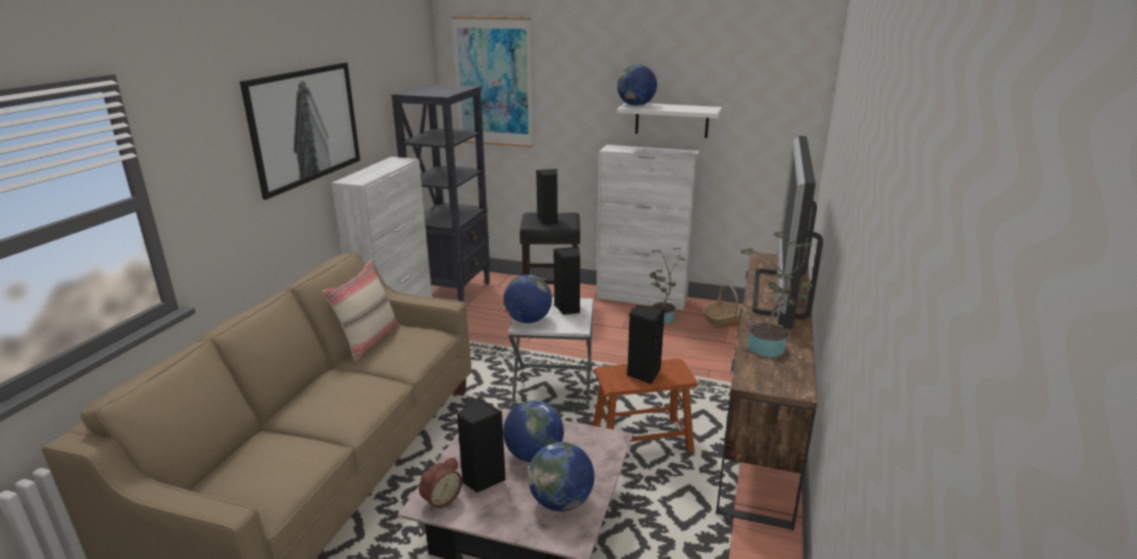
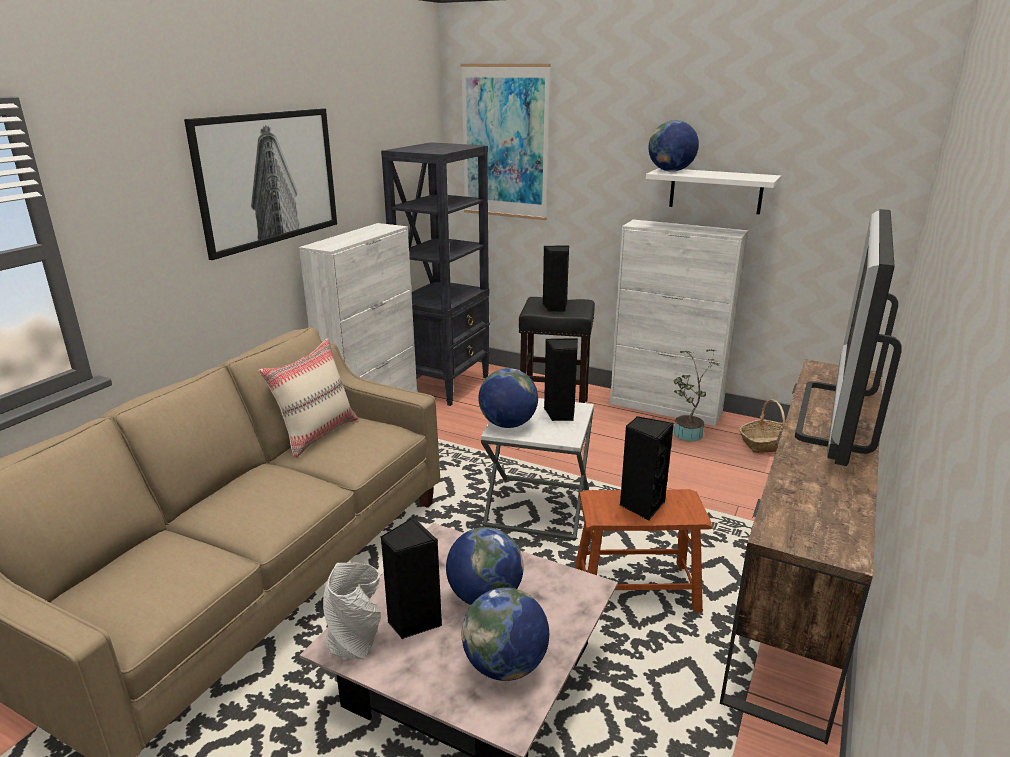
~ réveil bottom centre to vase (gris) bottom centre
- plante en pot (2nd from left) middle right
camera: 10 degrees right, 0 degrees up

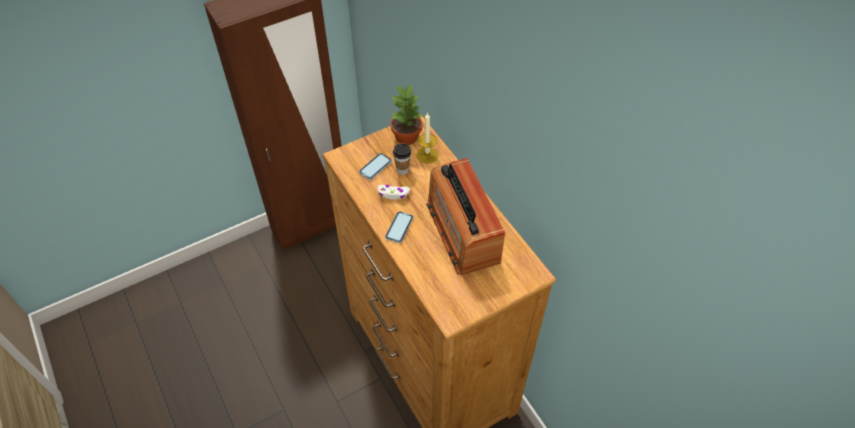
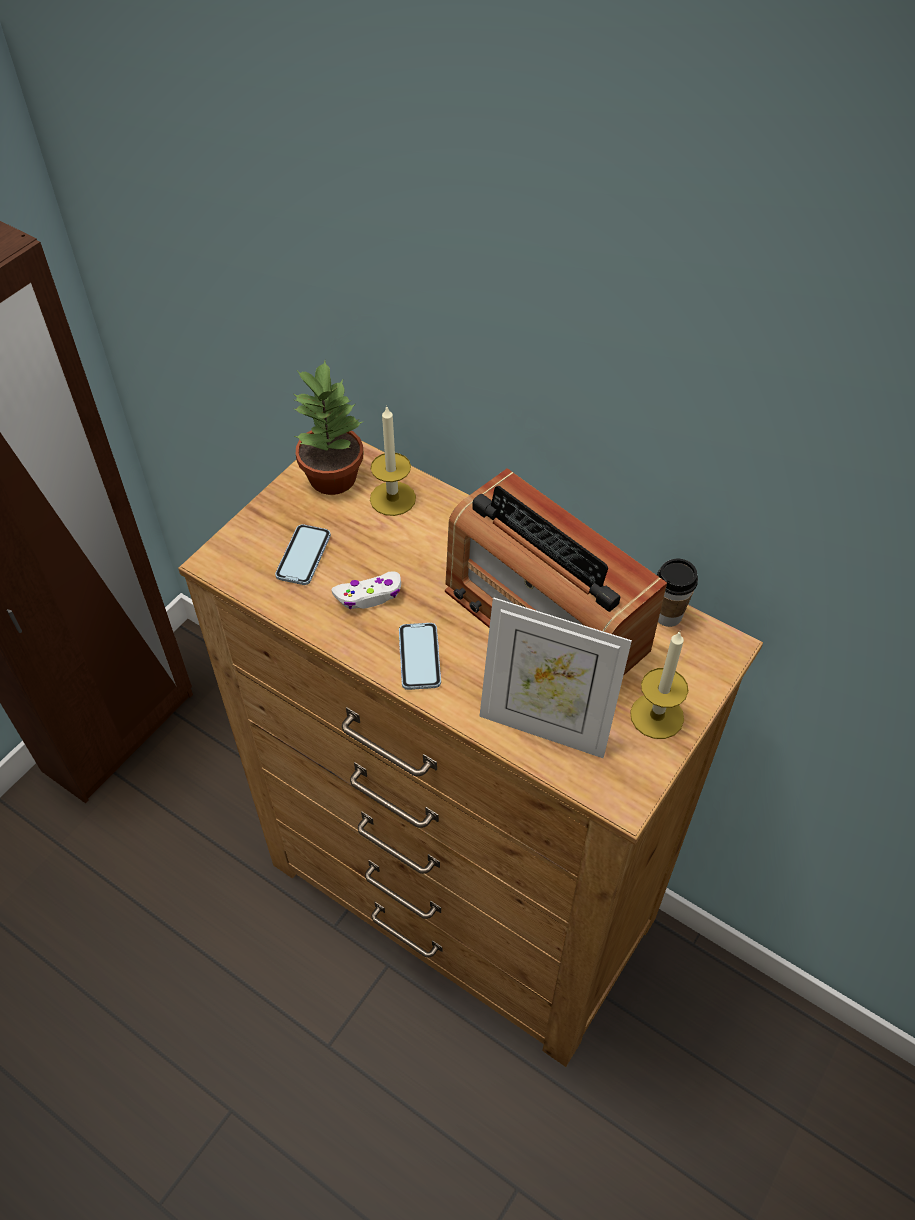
+ cadre photo centre
+ bougie (2nd from left) middle right
~ tasse centre to middle right
camera: 25 degrees left, 0 degrees up

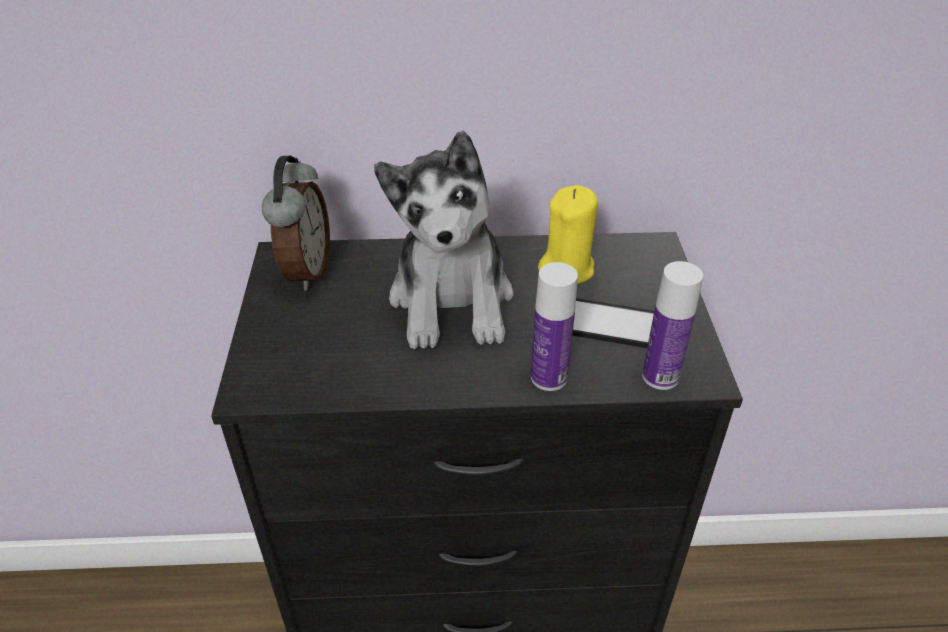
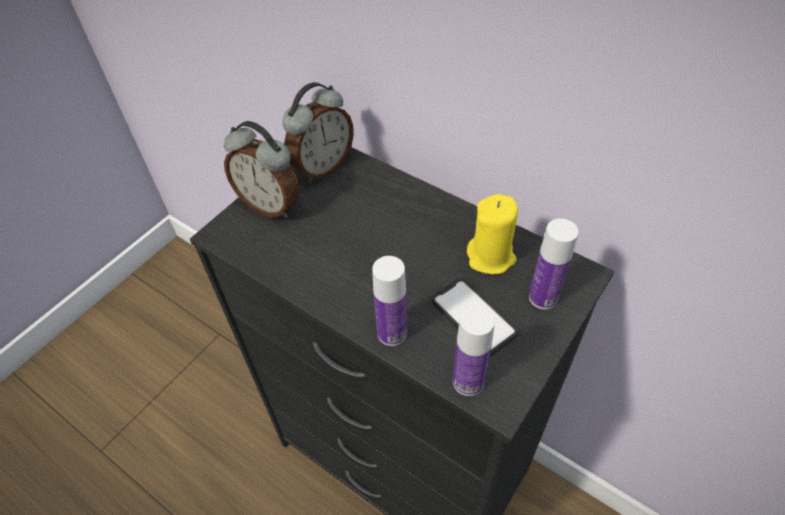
+ réveil (1st from left) top centre
+ bouteille (3rd from left) middle right
- peluche centre
camera: 40 degrees right, 10 degrees up

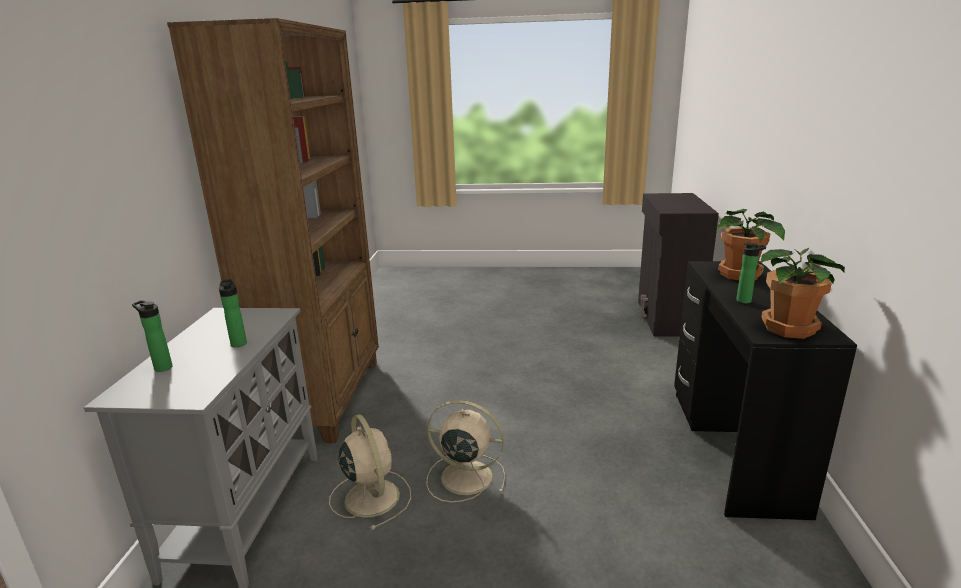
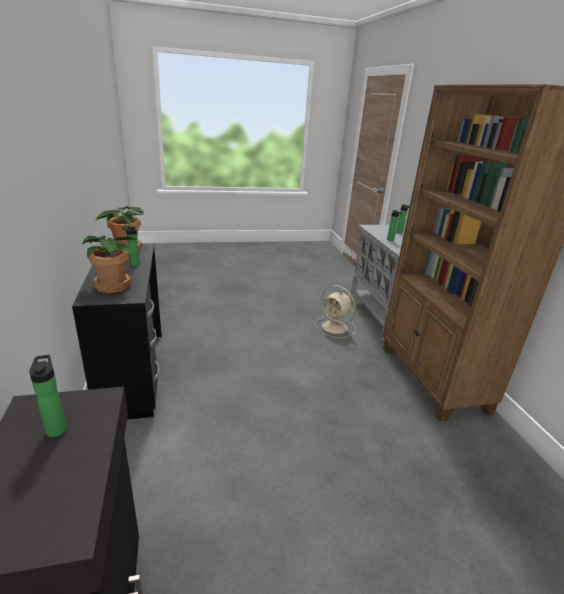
+ bouteille (1st from left) bottom left
- ventilateur (beige) (2nd from left) bottom centre
camera: 160 degrees right, 5 degrees up

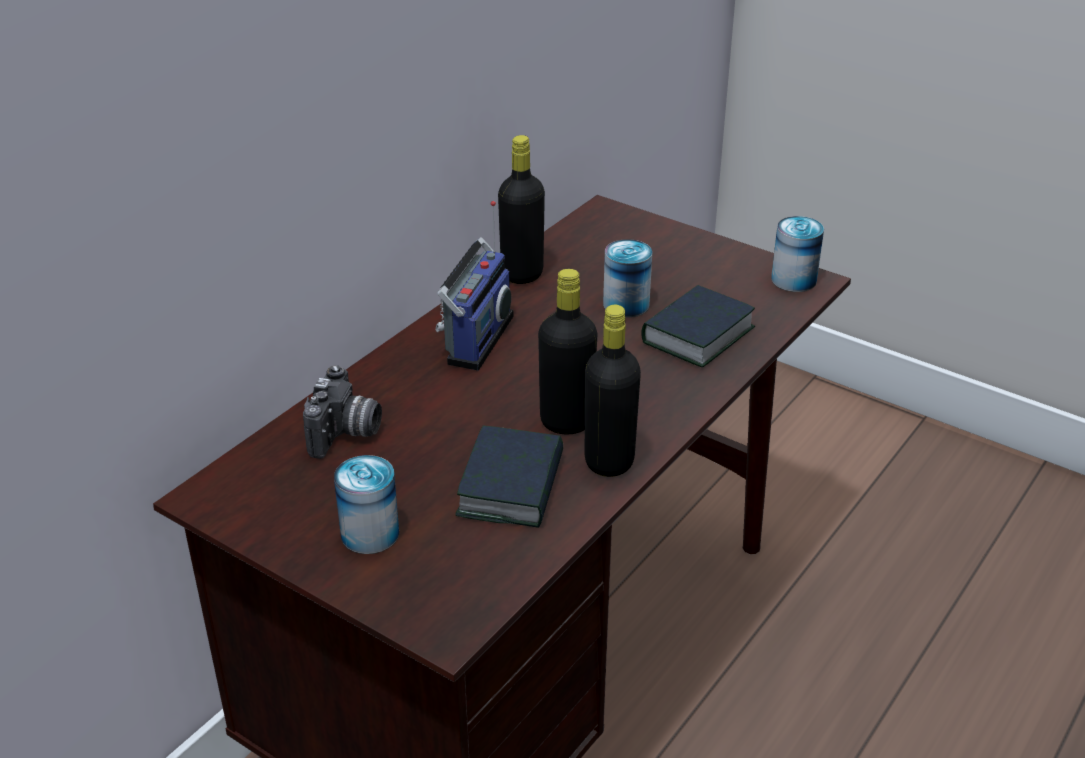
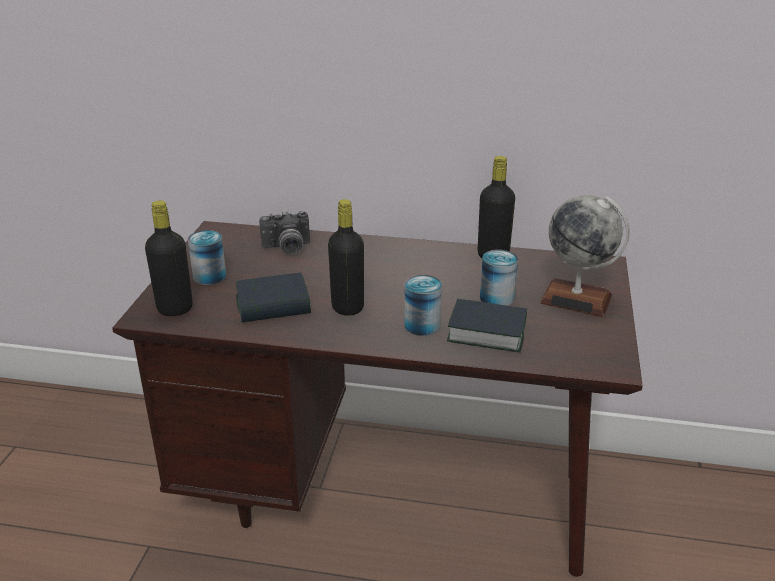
~ bouteille (noir) (3rd from left in the first image) centre to bouteille (noir) (1st from left) middle left
~ boîte métallique (3rd from left in the first image) middle right to boîte métallique (2nd from left) centre
+ globe middle right
- radio centre
camera: 65 degrees right, 5 degrees down

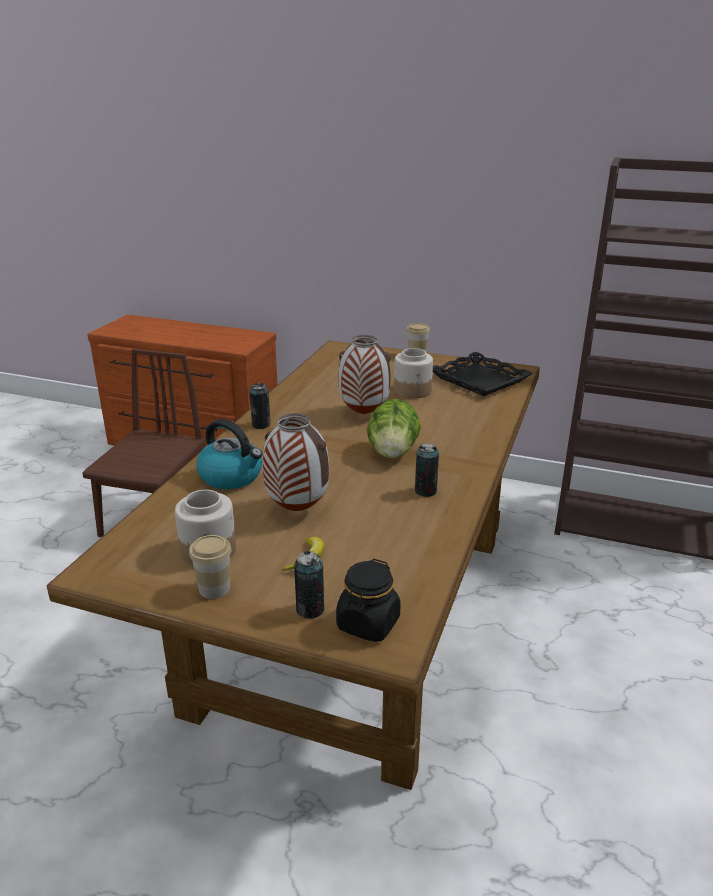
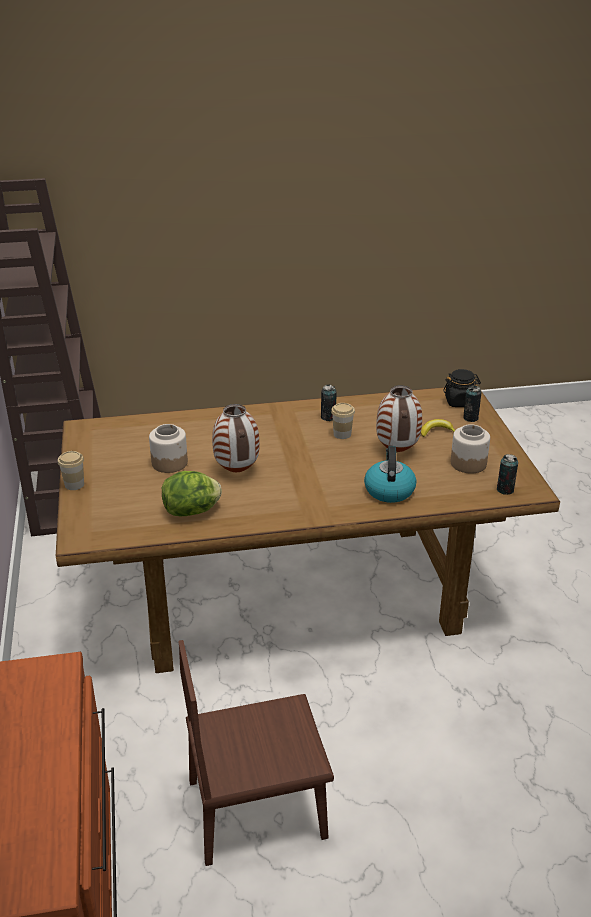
~ laitue centre to middle left
~ tasse (1st from left in the first image) middle left to tasse (2nd from left) centre
~ boîte métallique (1st from left in the first image) centre to boîte métallique (3rd from left) middle right
- plateau (noir) middle right
camera: 120 degrees left, 5 degrees up

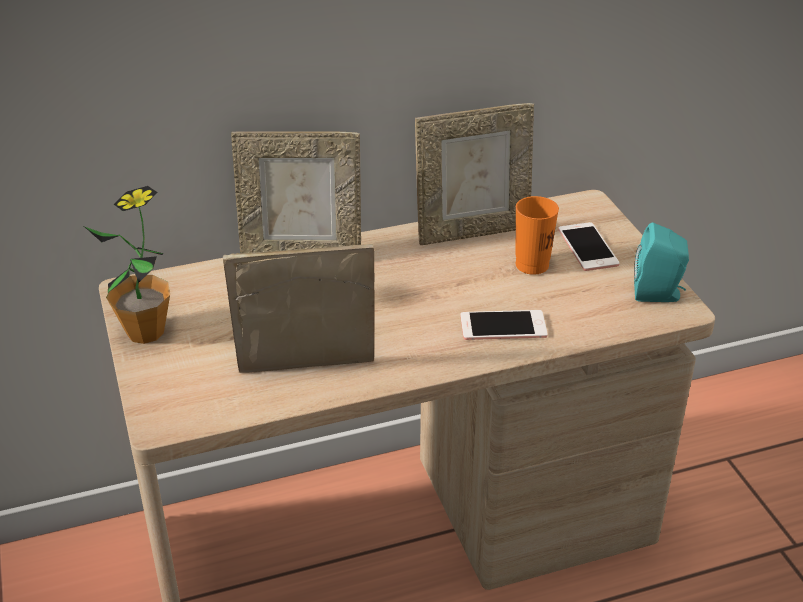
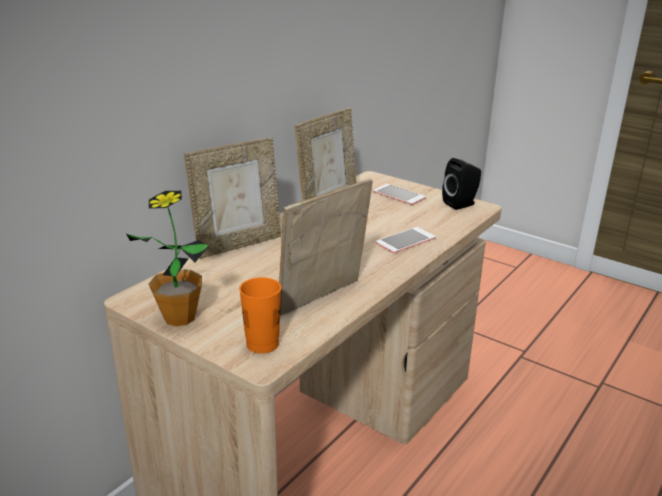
~ tasse (orange) middle right to centre
~ enceinte (turquoise) middle right to enceinte (noir) middle right
camera: 35 degrees left, 10 degrees down

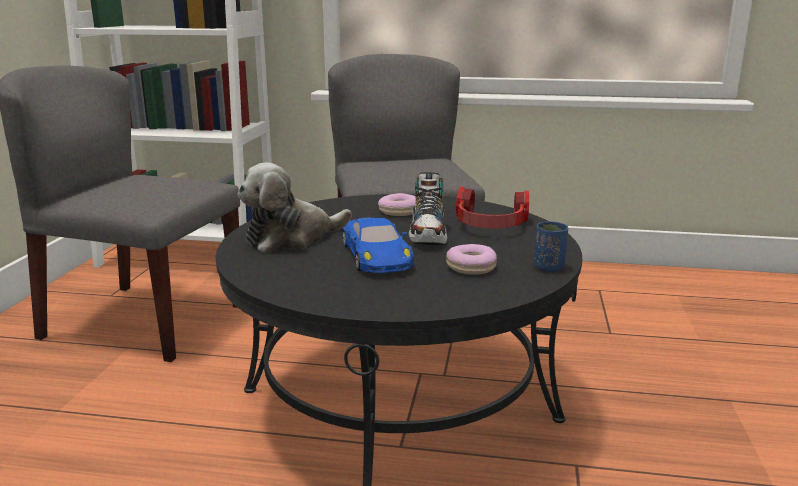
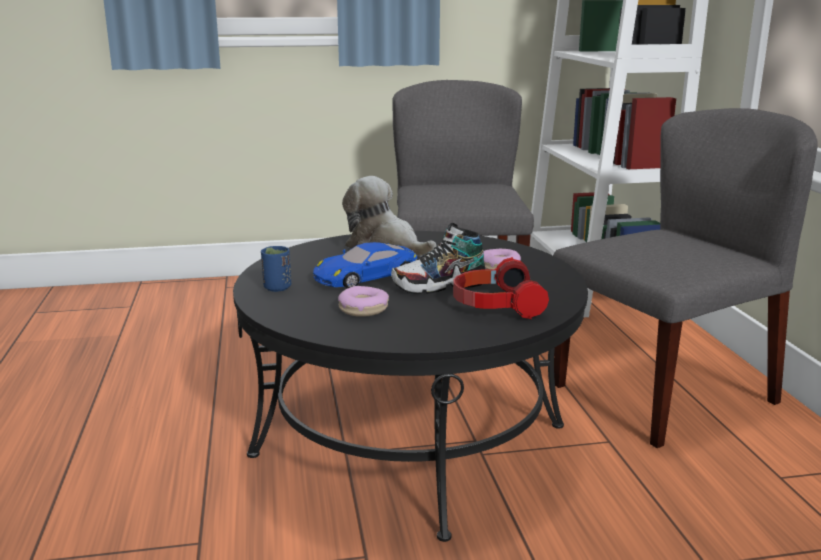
~ tasse (bleu) middle right to centre
camera: 70 degrees right, 0 degrees up

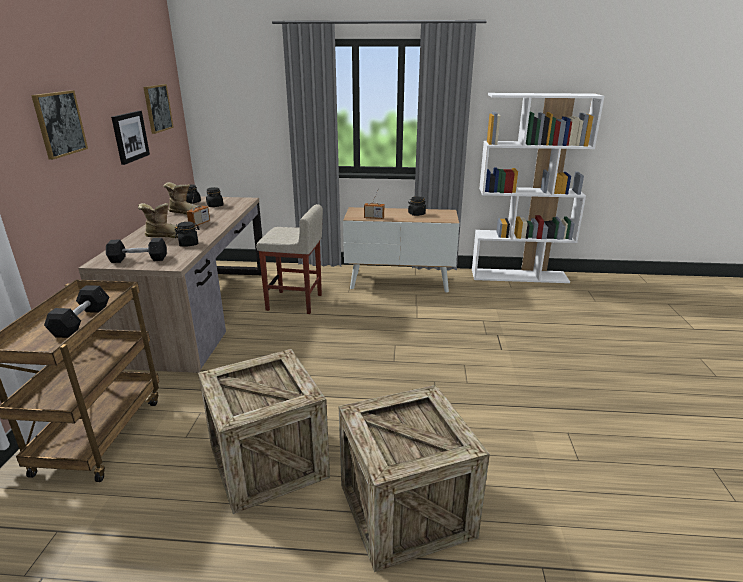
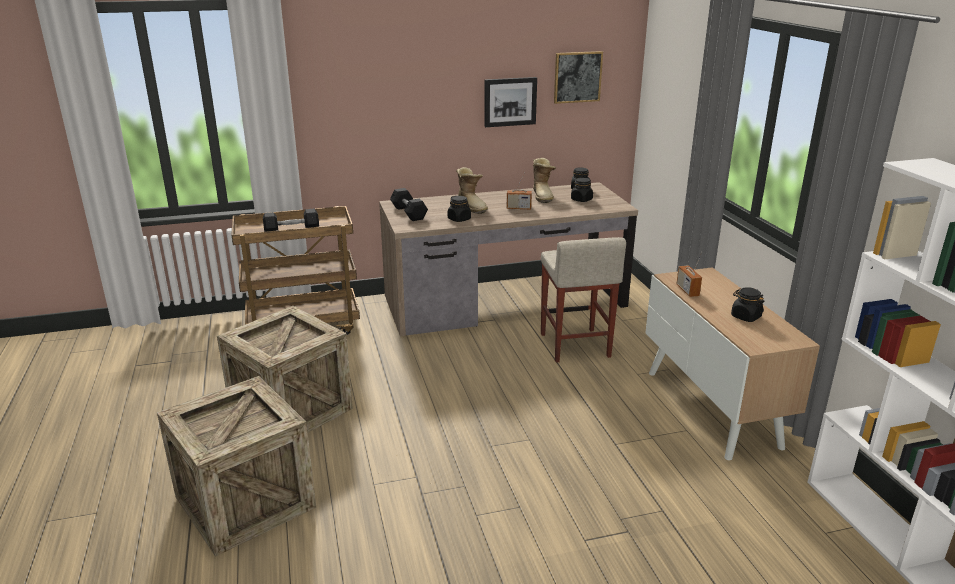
- tableau (1st from left) top left
camera: 70 degrees right, 0 degrees up

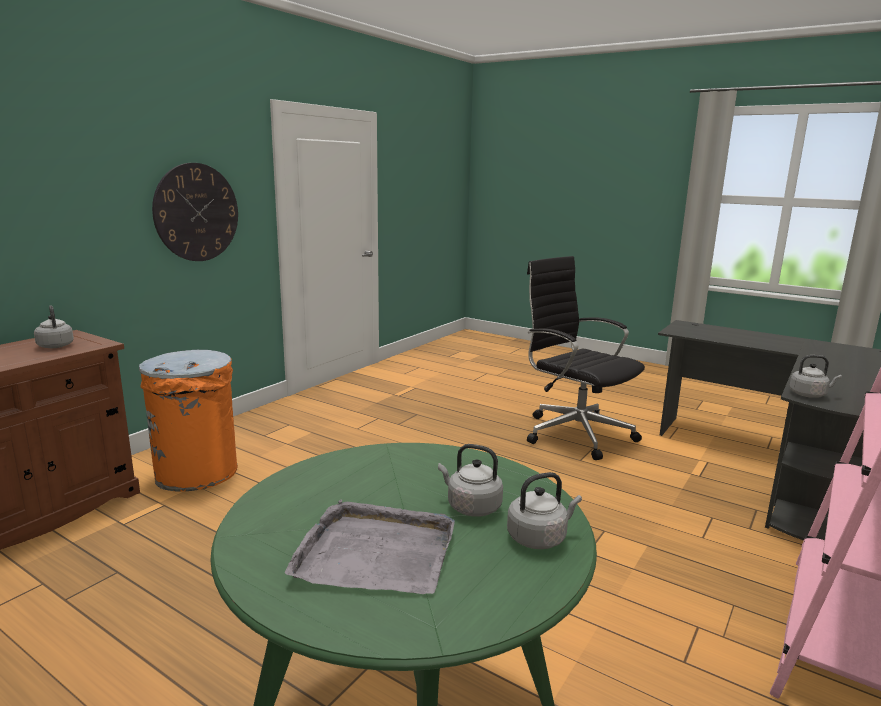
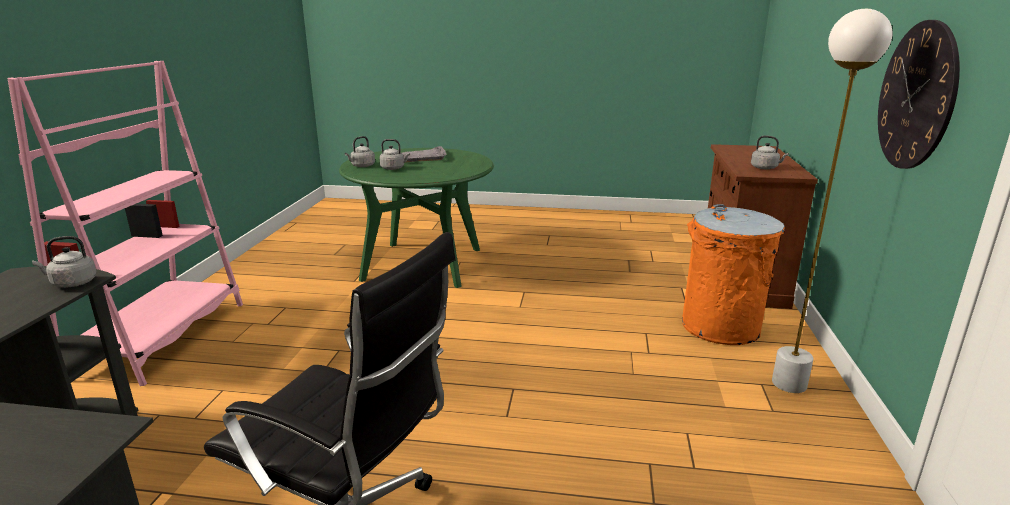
+ lampadaire (blanc) middle right
camera: 155 degrees right, 5 degrees up

